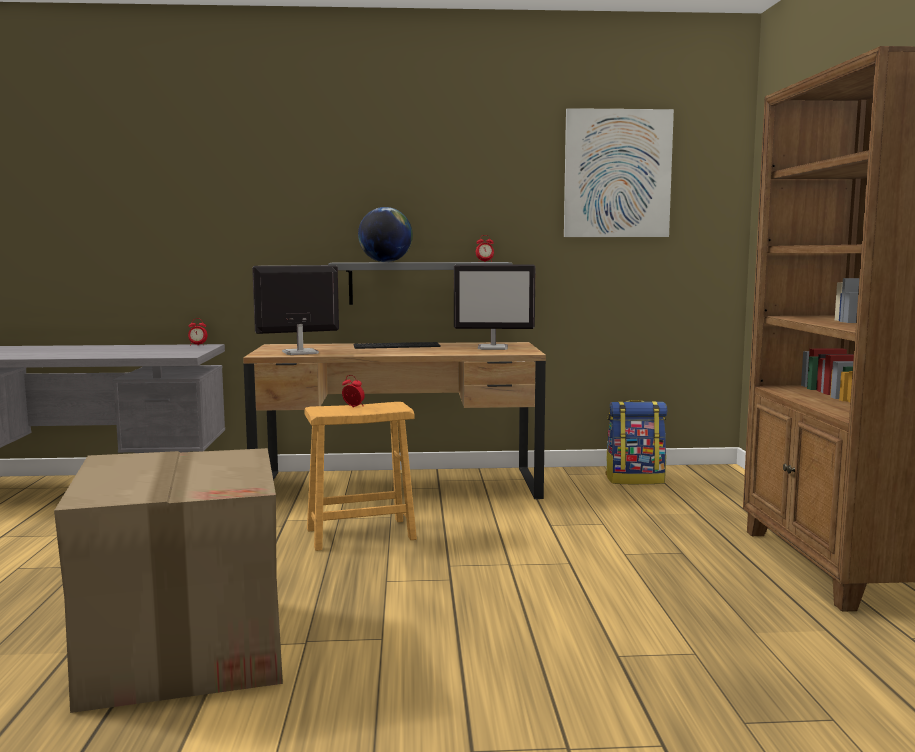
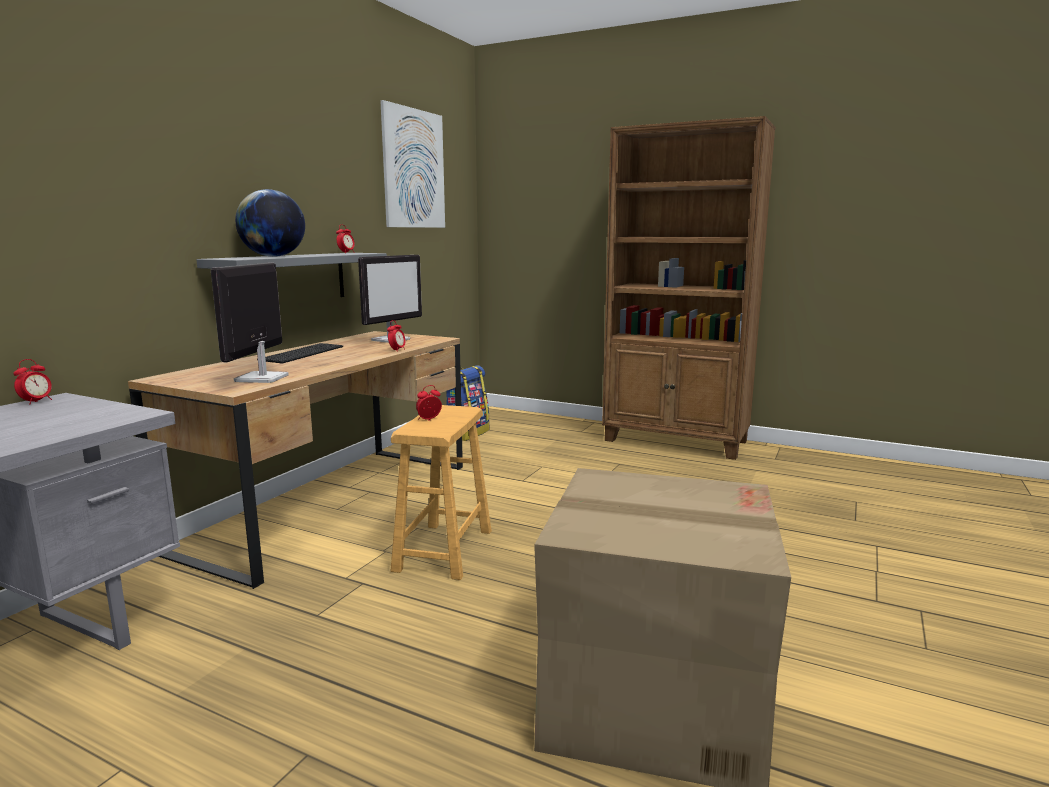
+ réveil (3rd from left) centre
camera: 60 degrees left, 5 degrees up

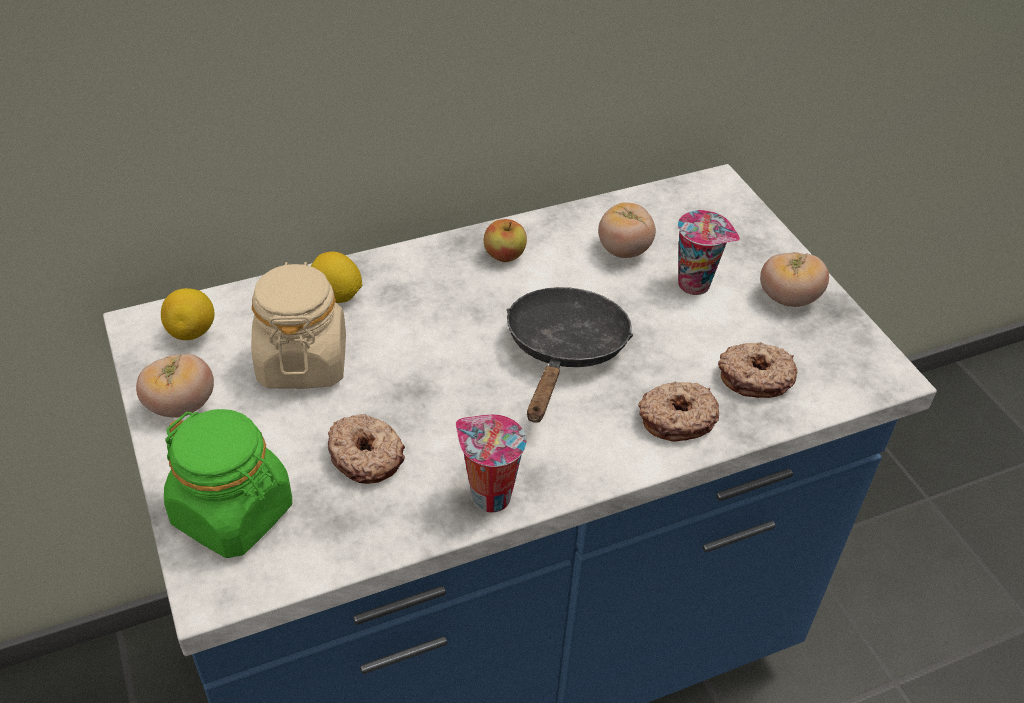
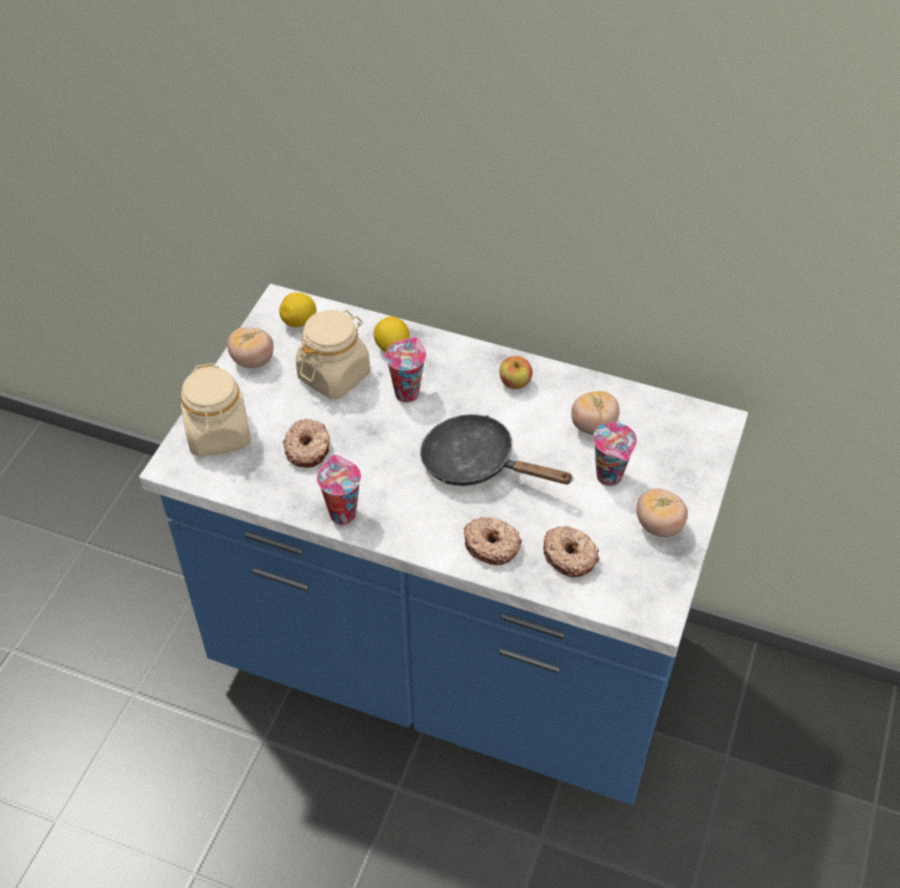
~ bocal (vert) bottom left to bocal (beige) (1st from left) middle left
+ tasse (2nd from left) centre
~ poêle (noir) centre = centre 120 degrees counterclockwise
camera: 45 degrees right, 5 degrees up

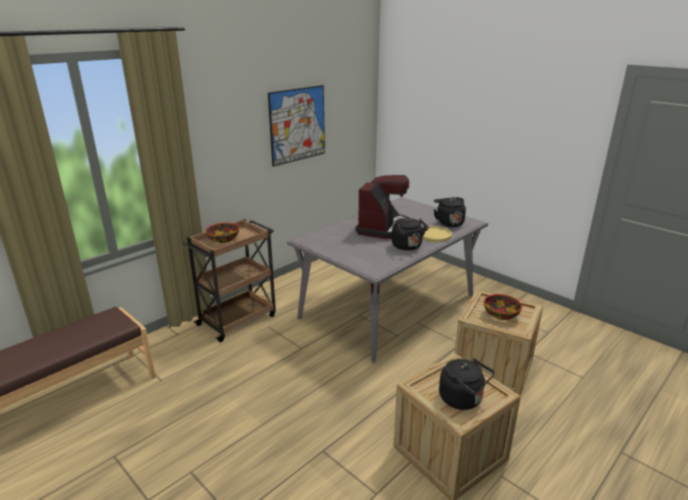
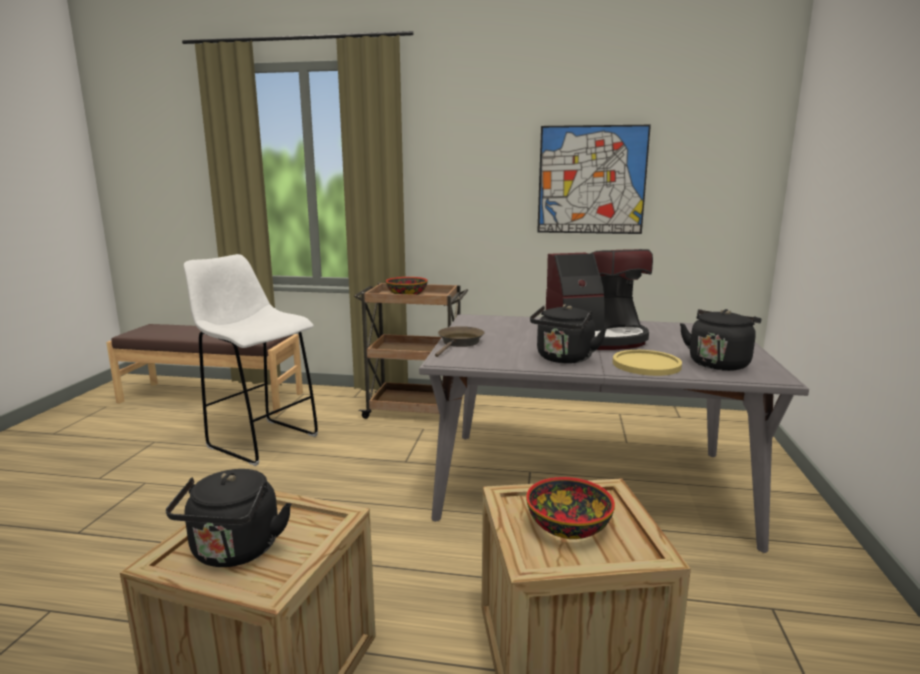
+ tabouret (blanc) middle left
+ poêle (marron) centre
camera: 55 degrees right, 10 degrees down

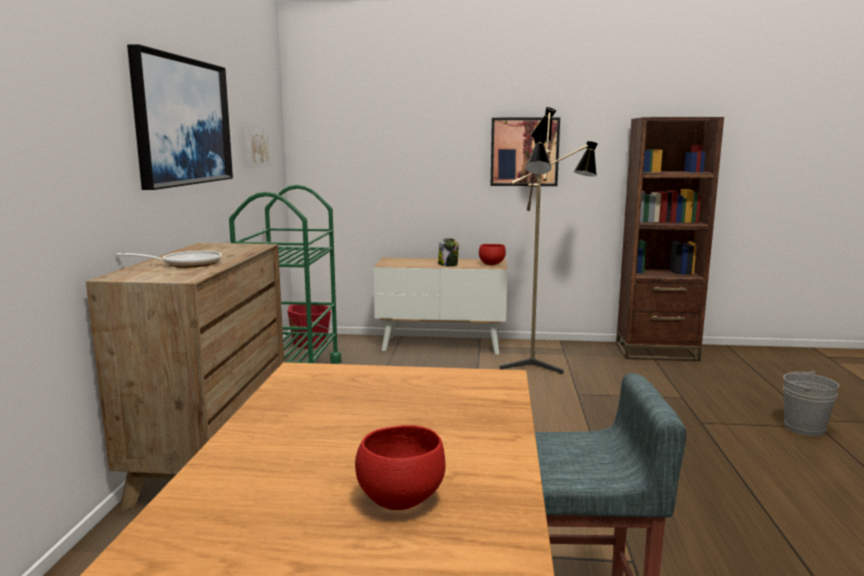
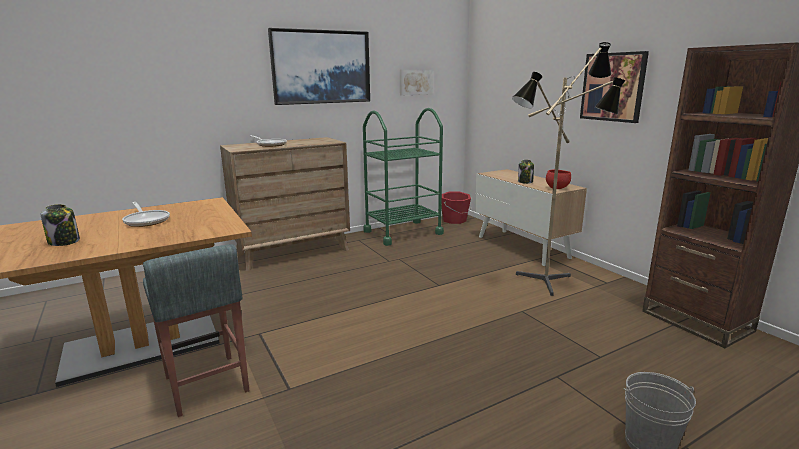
~ bol (rouge) (1st from left) bottom centre to bocal (1st from left) middle left
+ poêle (1st from left) middle left
camera: 55 degrees right, 5 degrees up

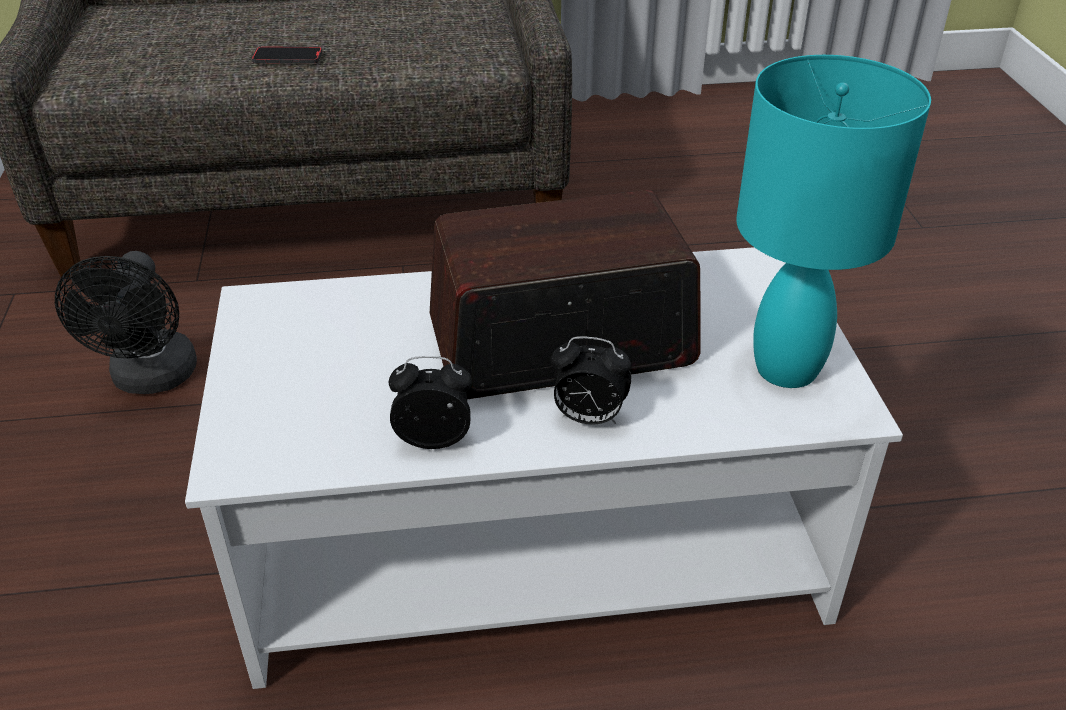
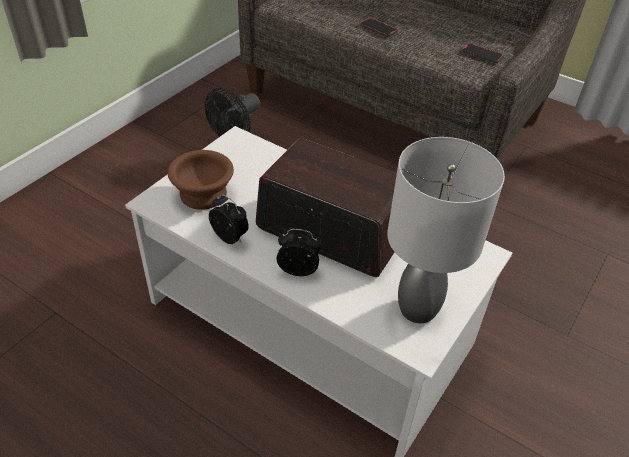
+ bol (marron) middle left
~ réveil (2nd from left) centre = centre 135 degrees clockwise
~ lampe de table (turquoise) top right to lampe de table (gris) middle right
+ téléphone (2nd from left) top right
camera: 40 degrees right, 5 degrees up

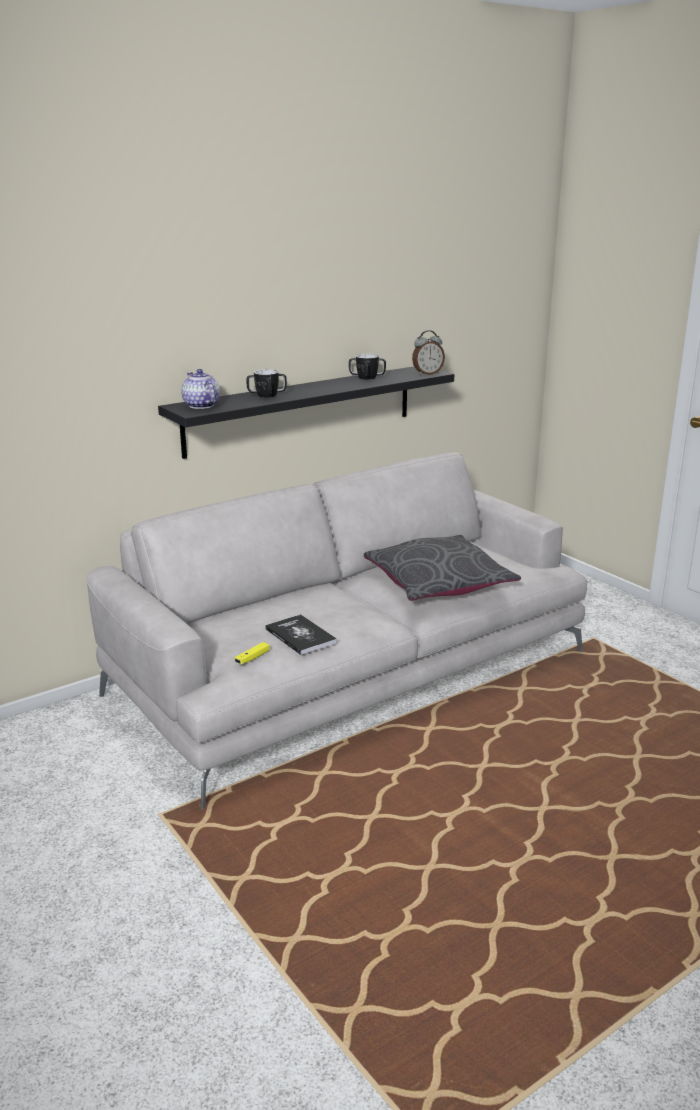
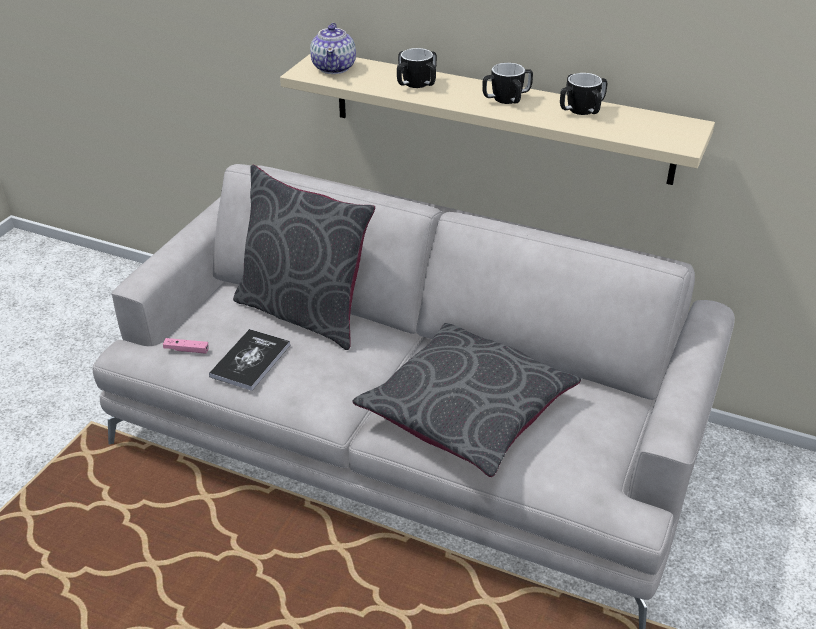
~ manette (jaune) centre to manette (rose) middle left
+ coussin (gris) (1st from left) centre
~ étagère (noir) centre to étagère (beige) top centre
~ théière middle left = top centre 150 degrees clockwise
+ mug (2nd from left) top centre
- réveil top centre
camera: 60 degrees right, 15 degrees up

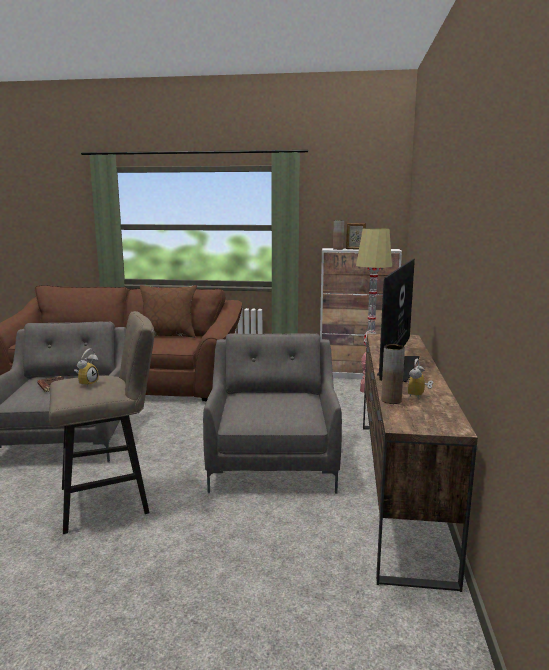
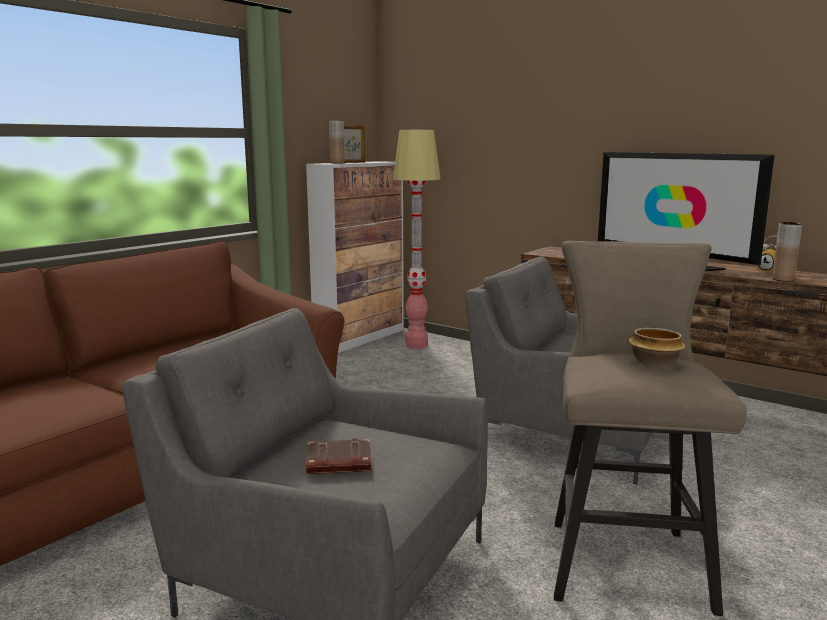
~ réveil (1st from left) middle left to bol middle right
- coussin (marron) middle left
camera: 60 degrees left, 0 degrees up

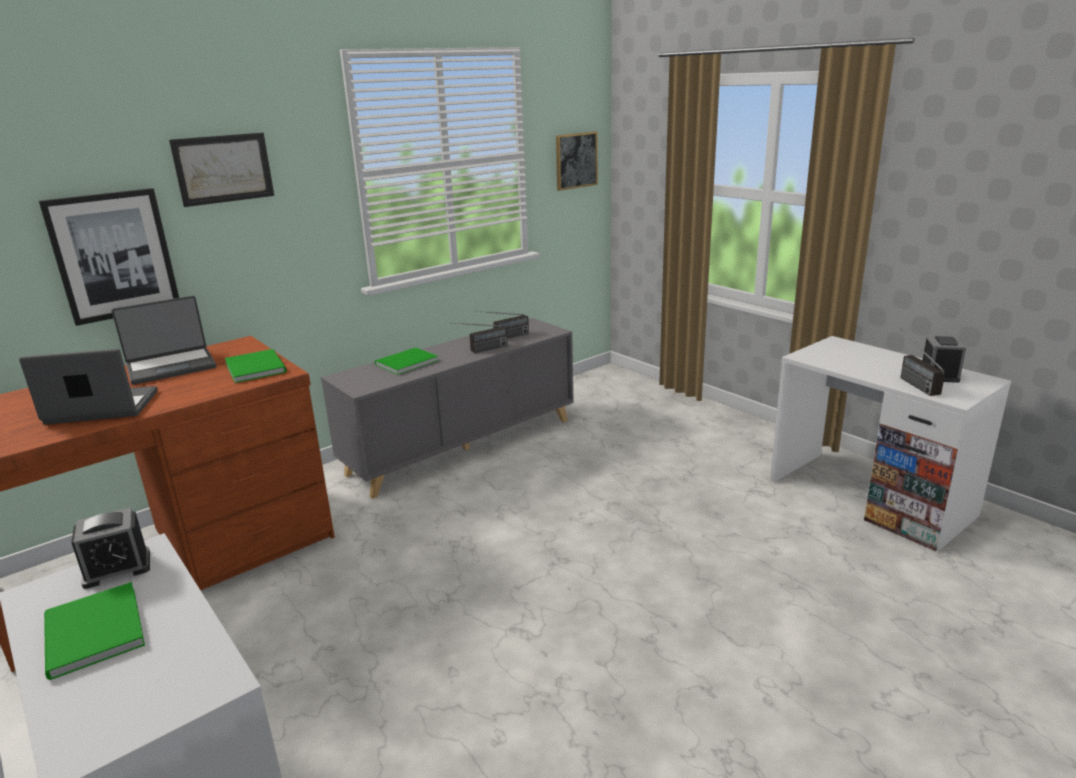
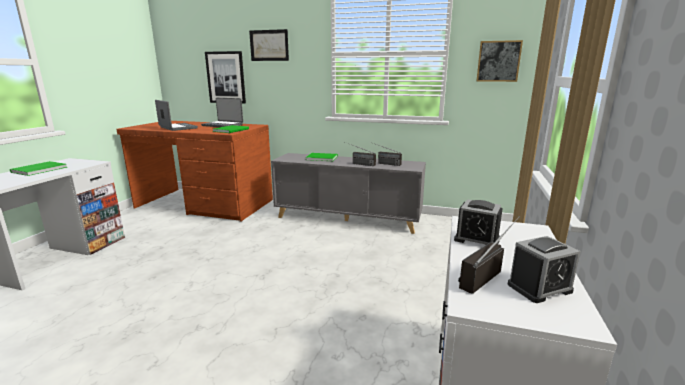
~ réveil (1st from left) bottom left to middle right
camera: 55 degrees right, 5 degrees down

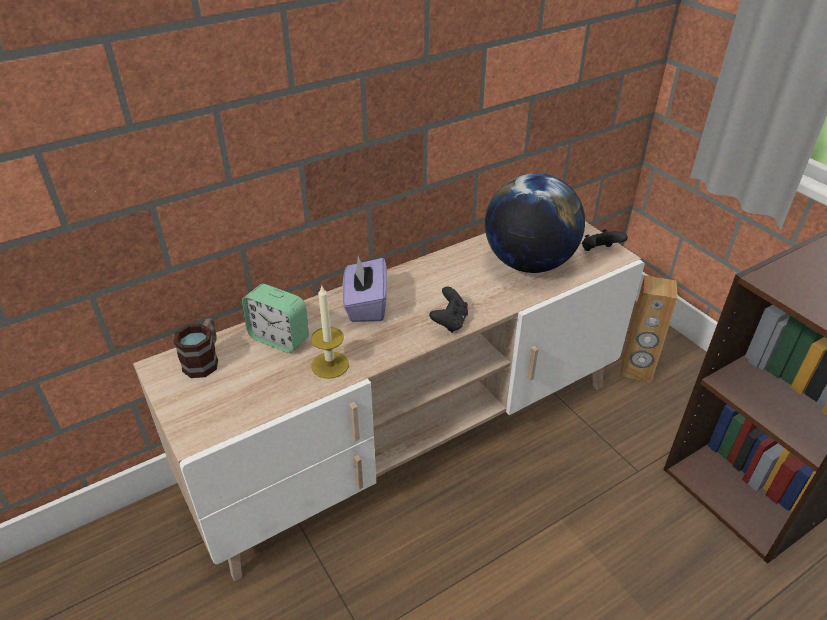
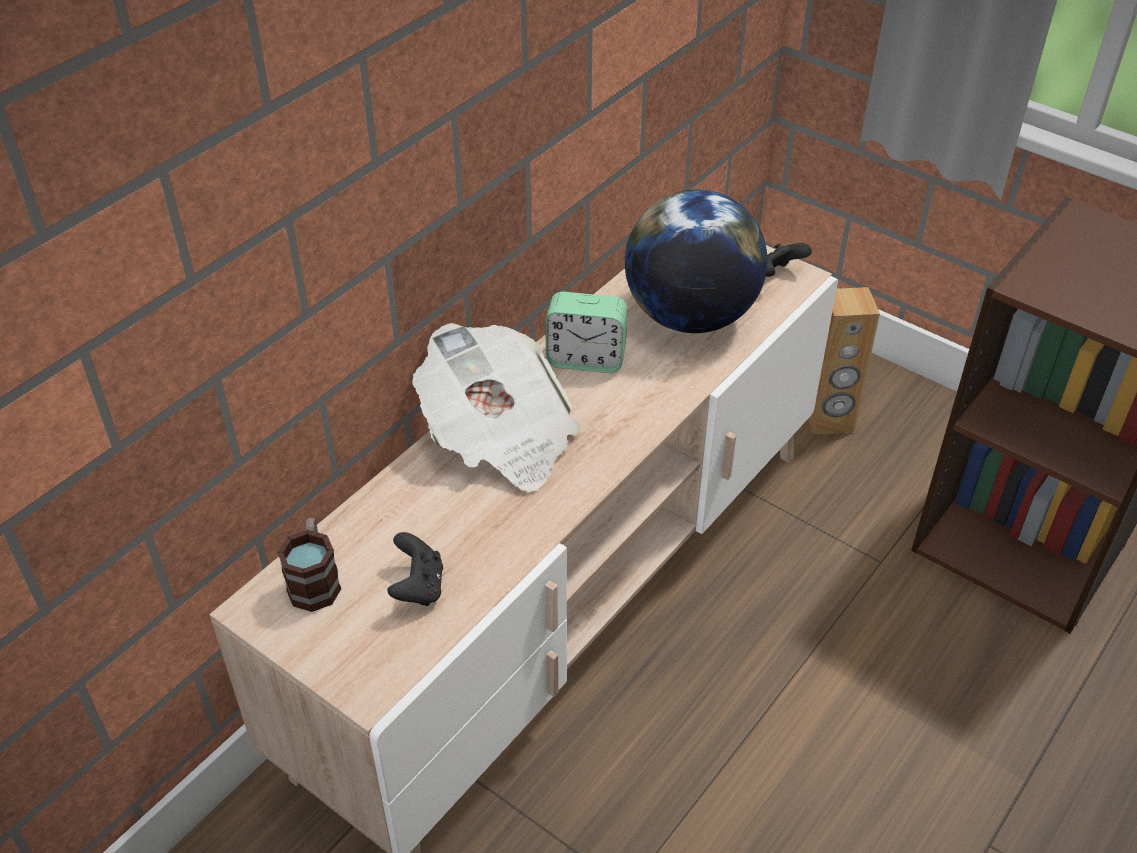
~ manette (noir) (1st from left) centre to bottom centre
~ boîte à mouchoirs (violet) centre to journal centre
~ réveil middle left to centre
- bougie centre
camera: 20 degrees left, 5 degrees up

